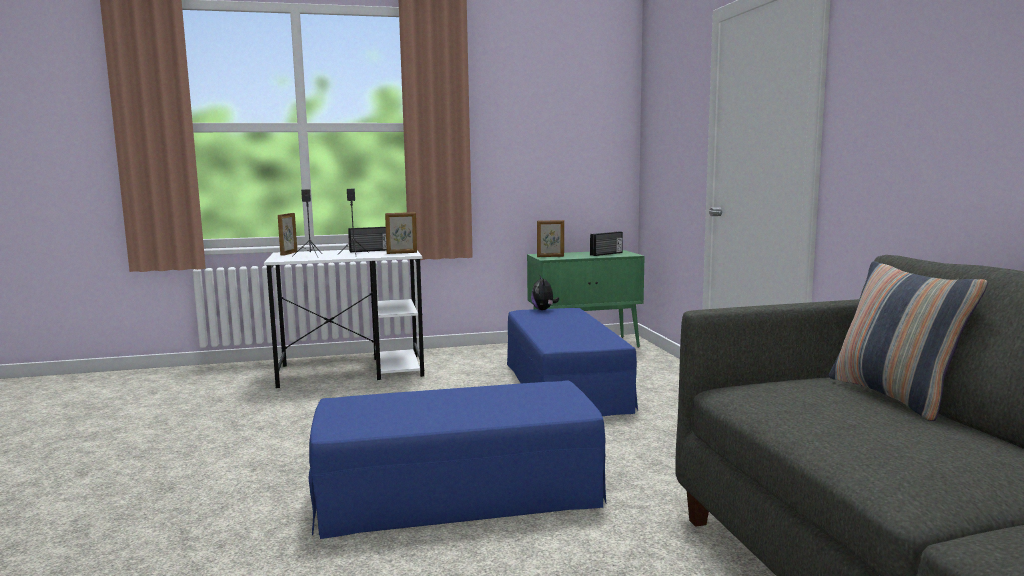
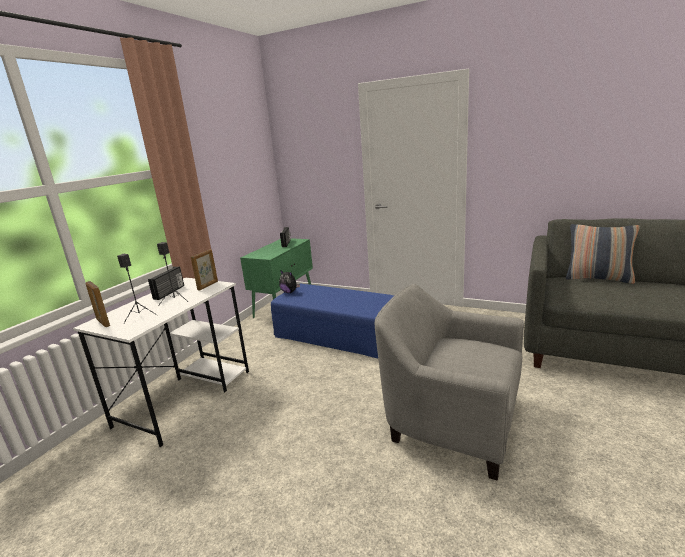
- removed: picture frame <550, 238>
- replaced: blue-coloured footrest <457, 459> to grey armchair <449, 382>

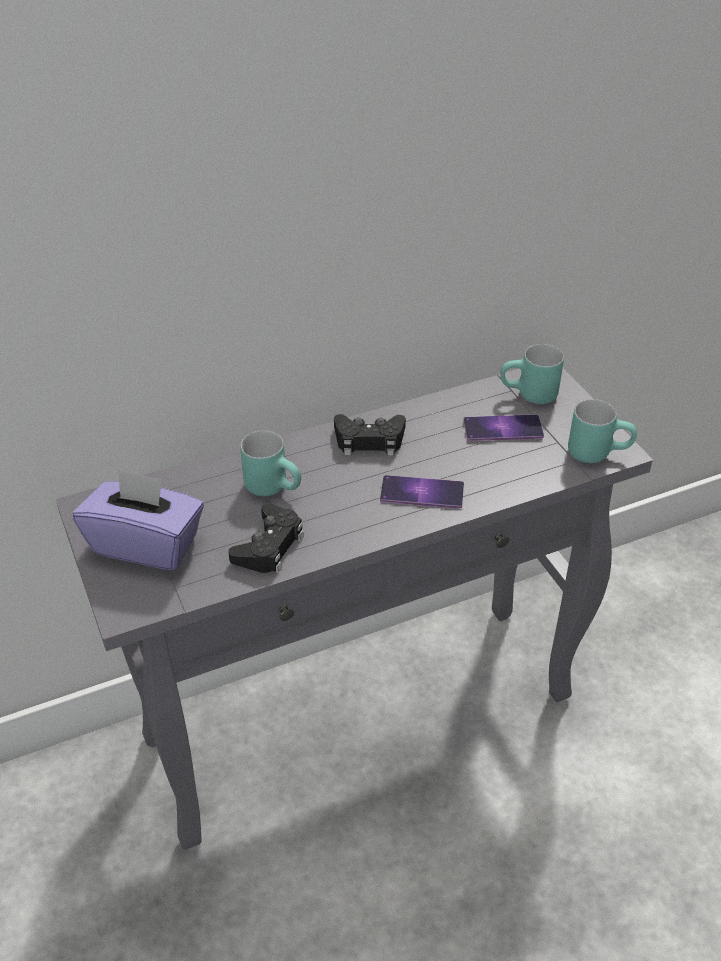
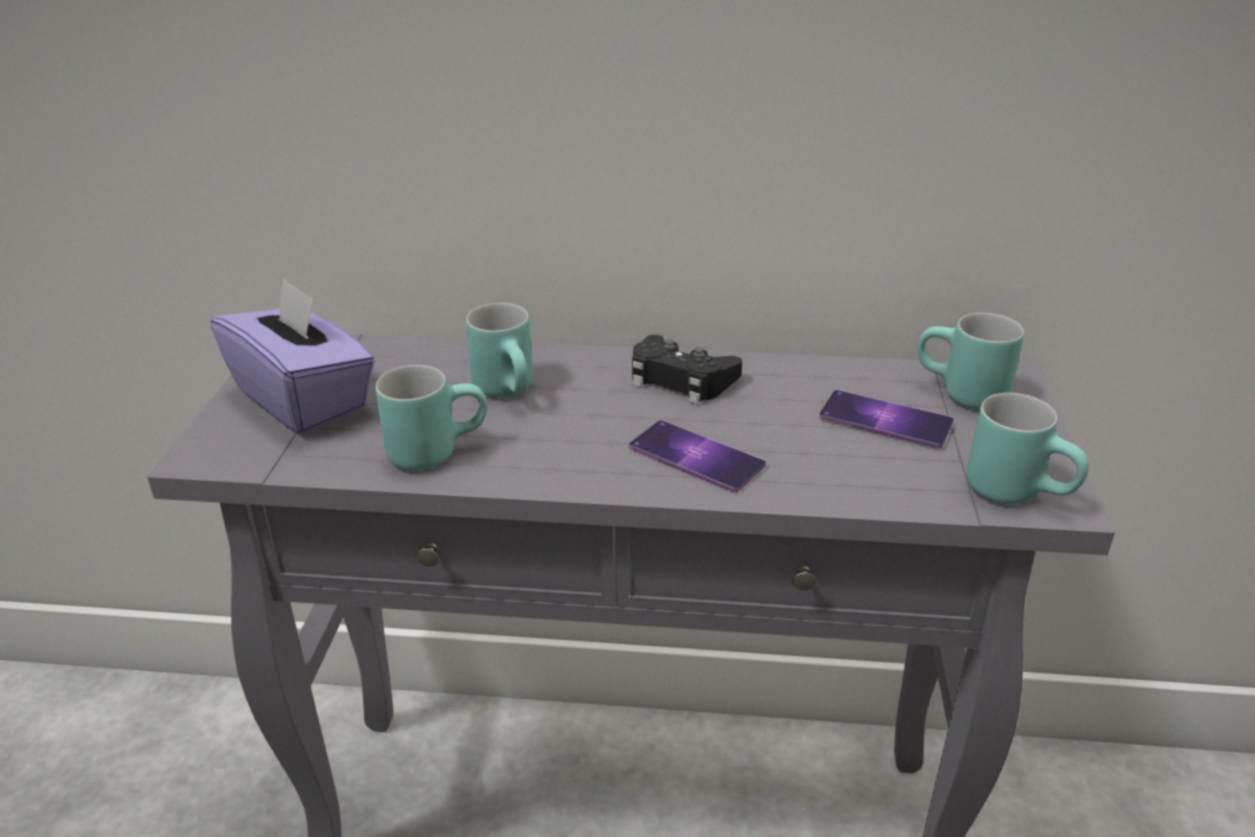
- replaced: blackish joypad <266, 538> to blue-green coffee mug <431, 418>

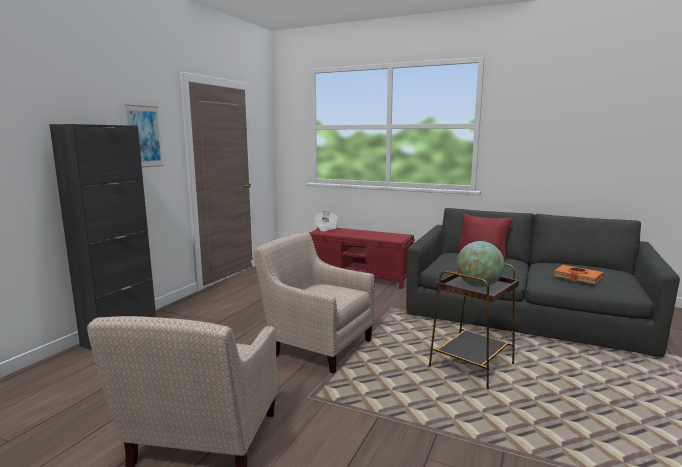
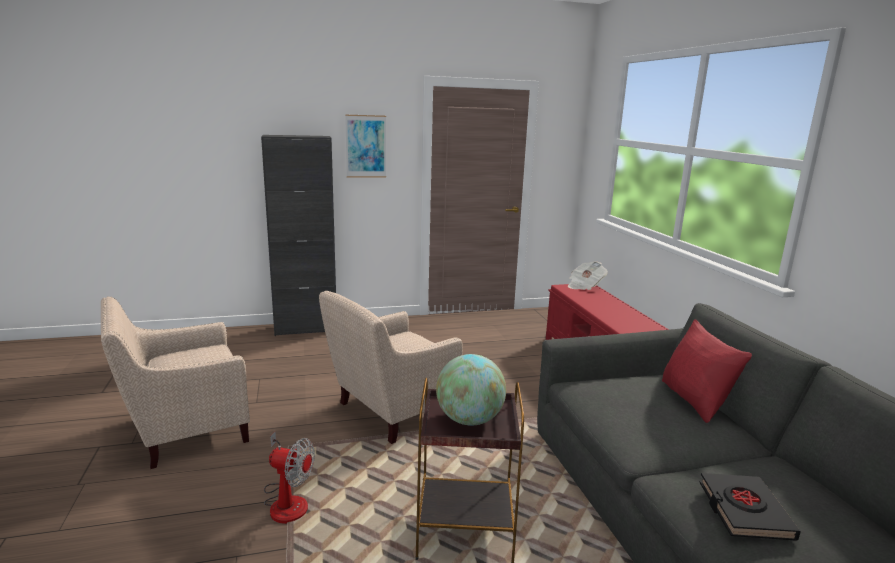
- added: fan <289, 477>
- recoloured: orangey bound book <578, 274> to blackish bound book <750, 507>
- turned: sand-coloured armchair <314, 302> = <391, 367> 120 degrees counterclockwise

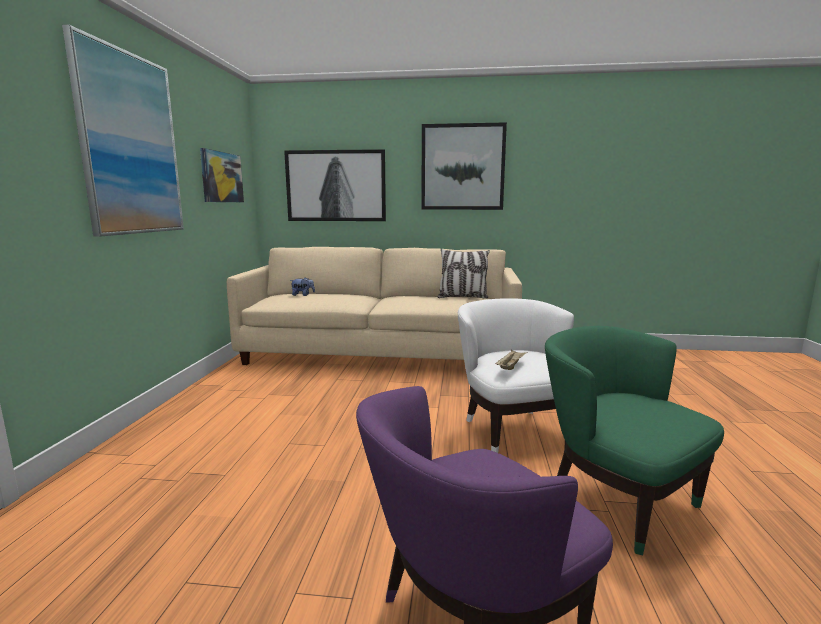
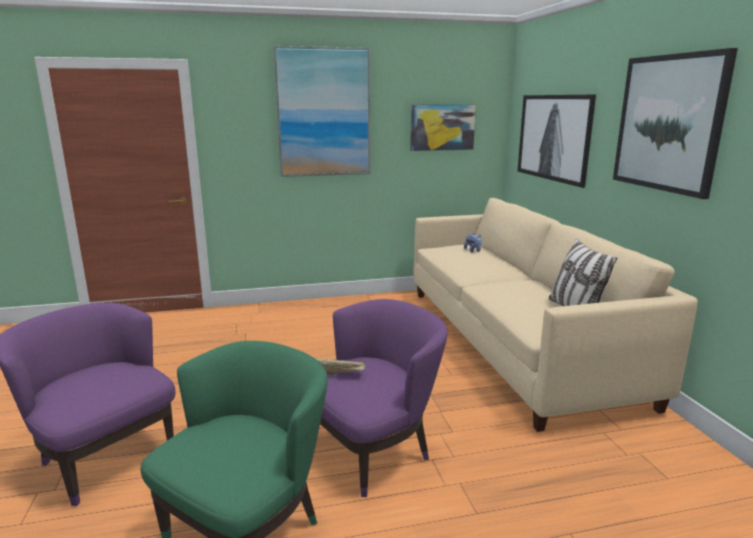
- recoloured: whitish armchair <516, 375> to purple armchair <384, 398>

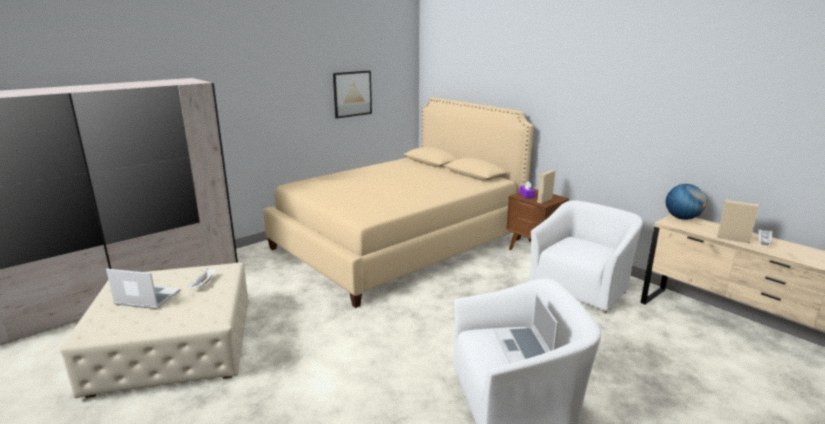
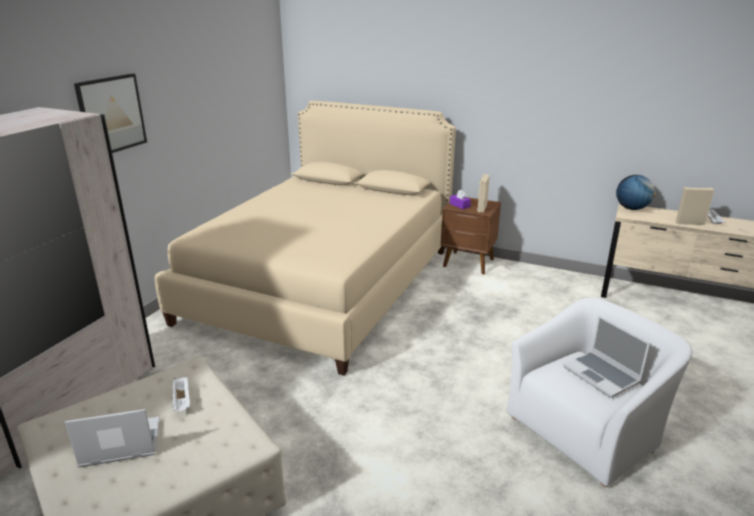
- removed: whitish armchair <585, 256>
- moved: wall art <352, 95> to <110, 113>

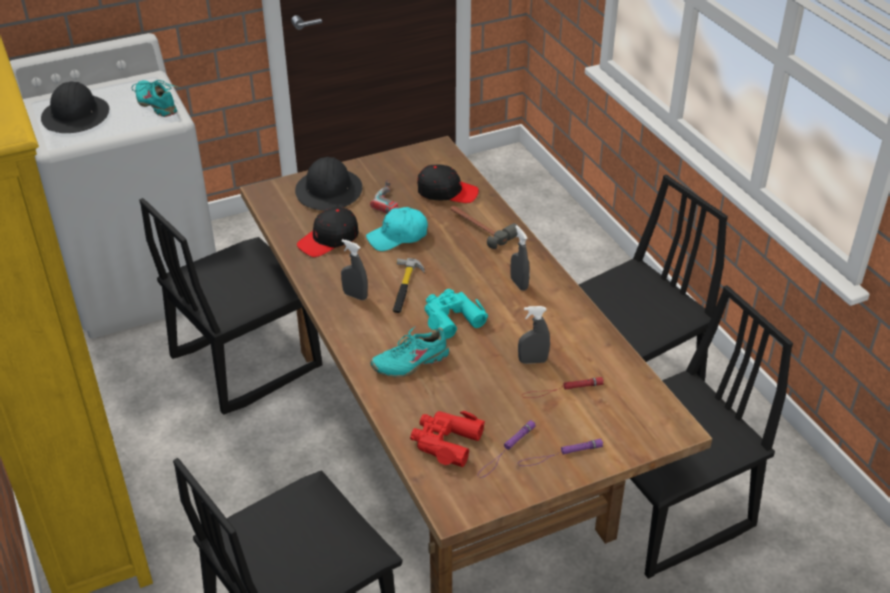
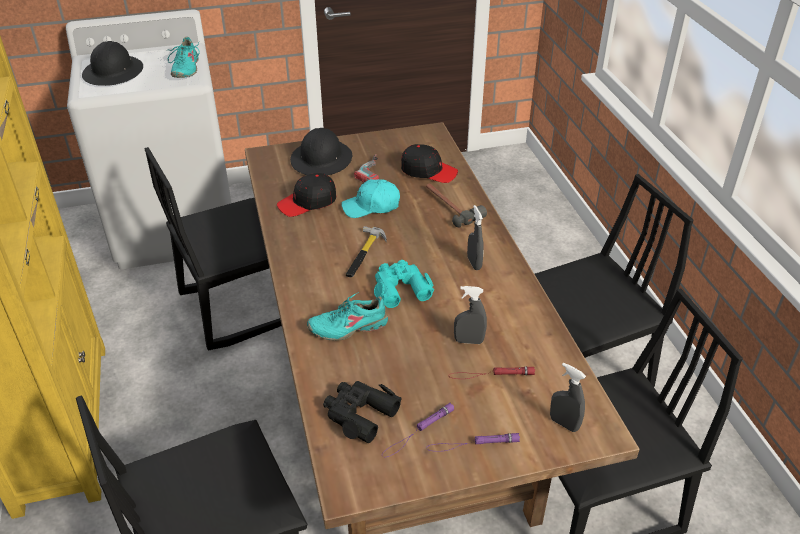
- moved: grey spray bottle <354, 269> to <568, 397>
- recoloured: red-coloured field glasses <447, 439> to blackish field glasses <362, 412>
- turned: blue-green item of footwear <156, 98> = <183, 57> 150 degrees counterclockwise

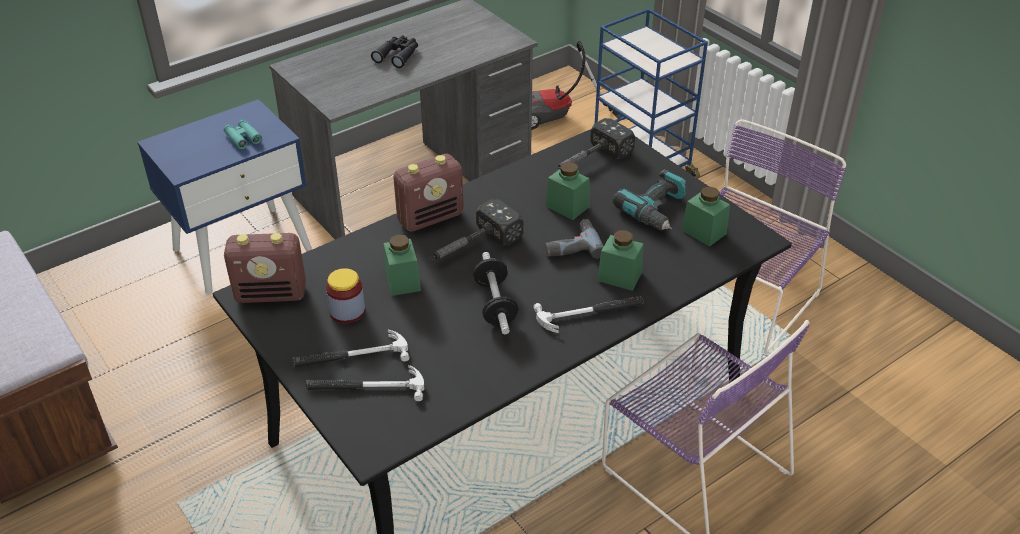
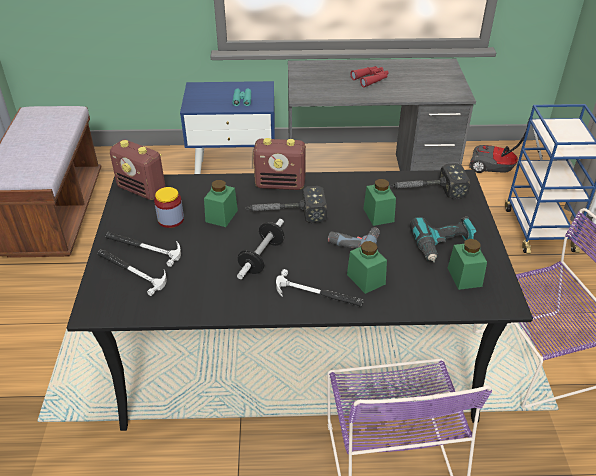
- recoloured: blackish field glasses <394, 51> to red-coloured field glasses <369, 76>

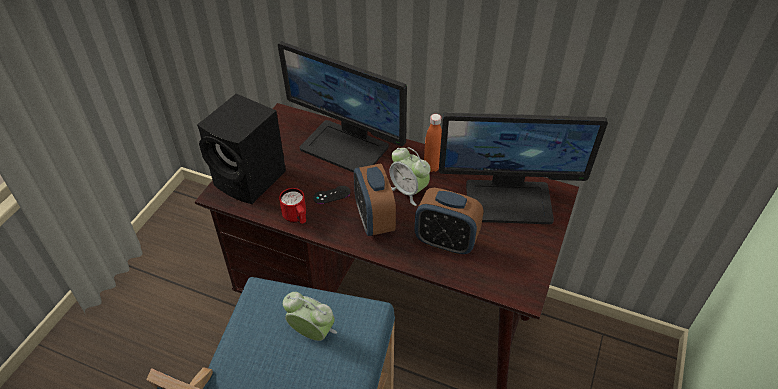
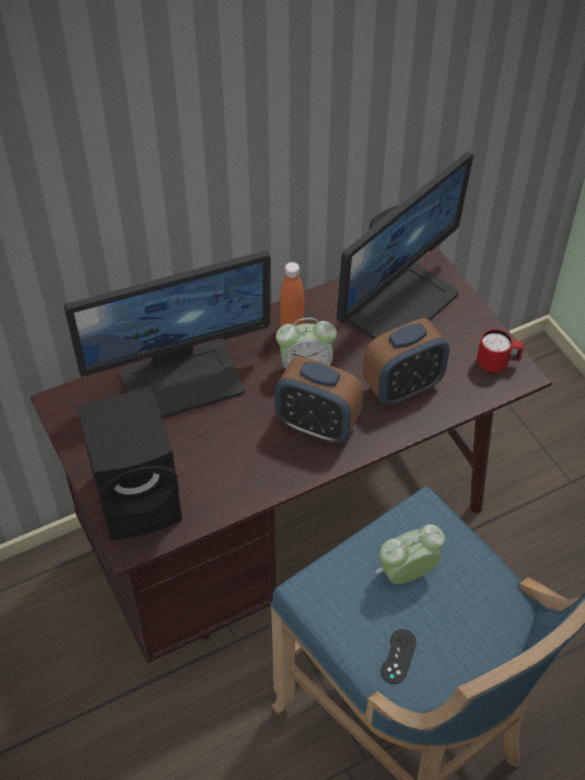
- moved: red-coloured coffee mug <292, 206> to <500, 351>
- moved: blackish joypad <332, 195> to <398, 656>

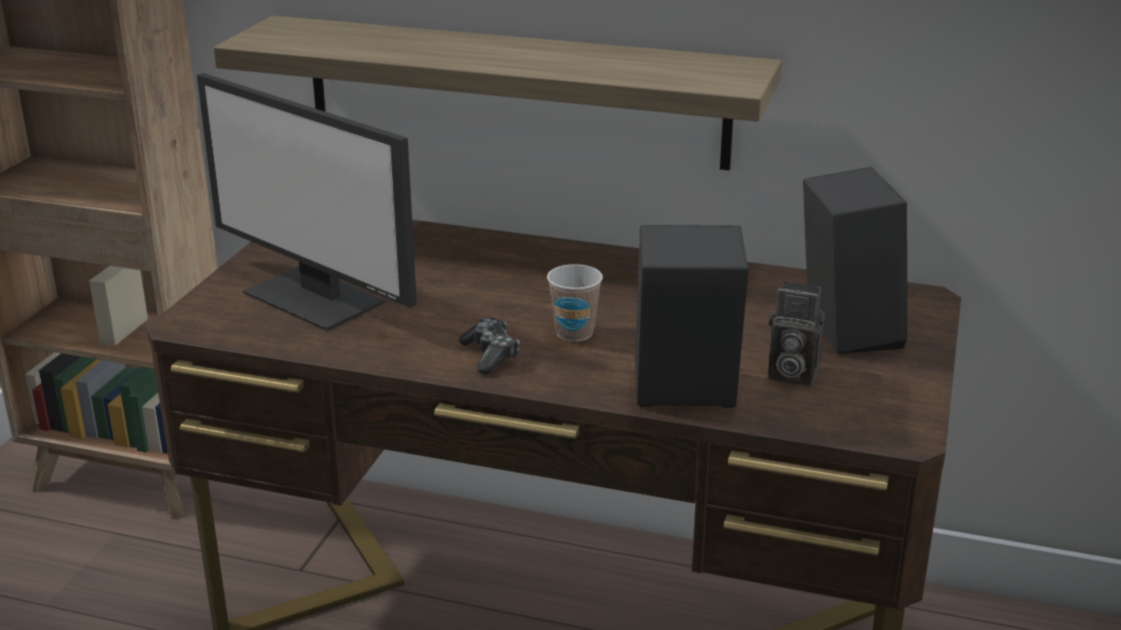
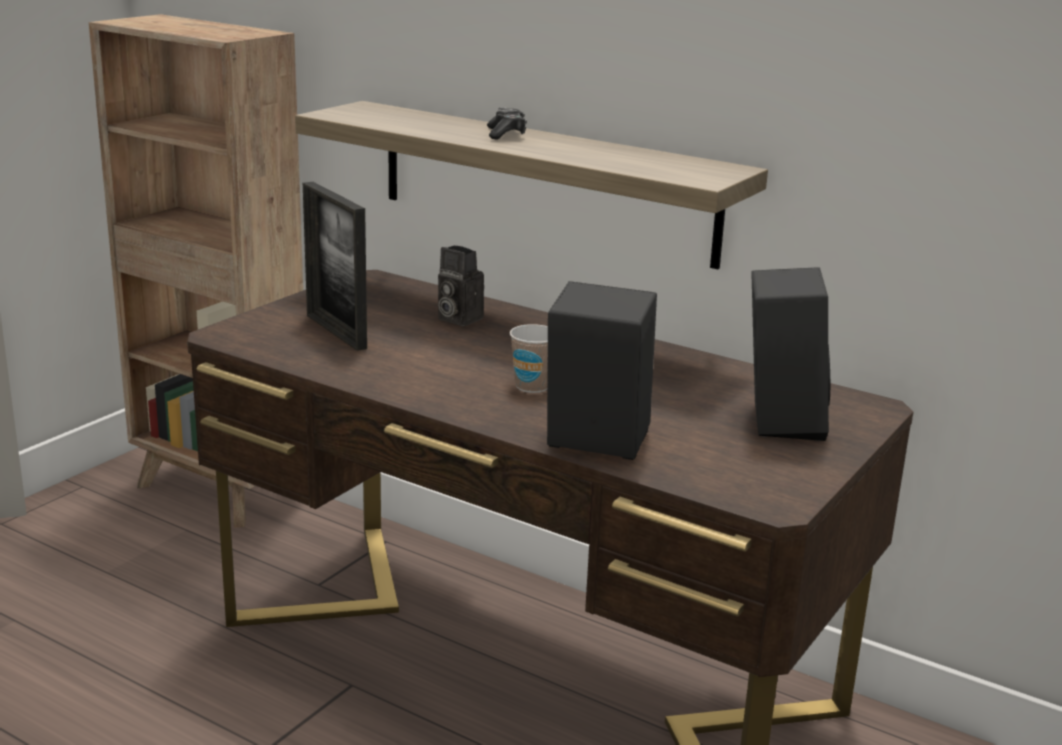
- moved: joypad <489, 345> to <507, 123>
- moved: photo camera <796, 334> to <461, 286>
- replaced: computer display <307, 202> to picture frame <335, 266>

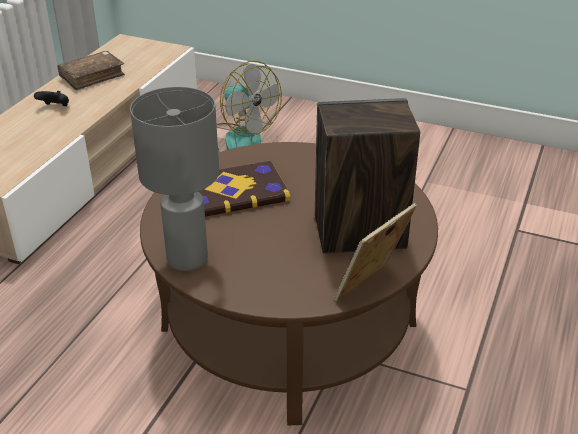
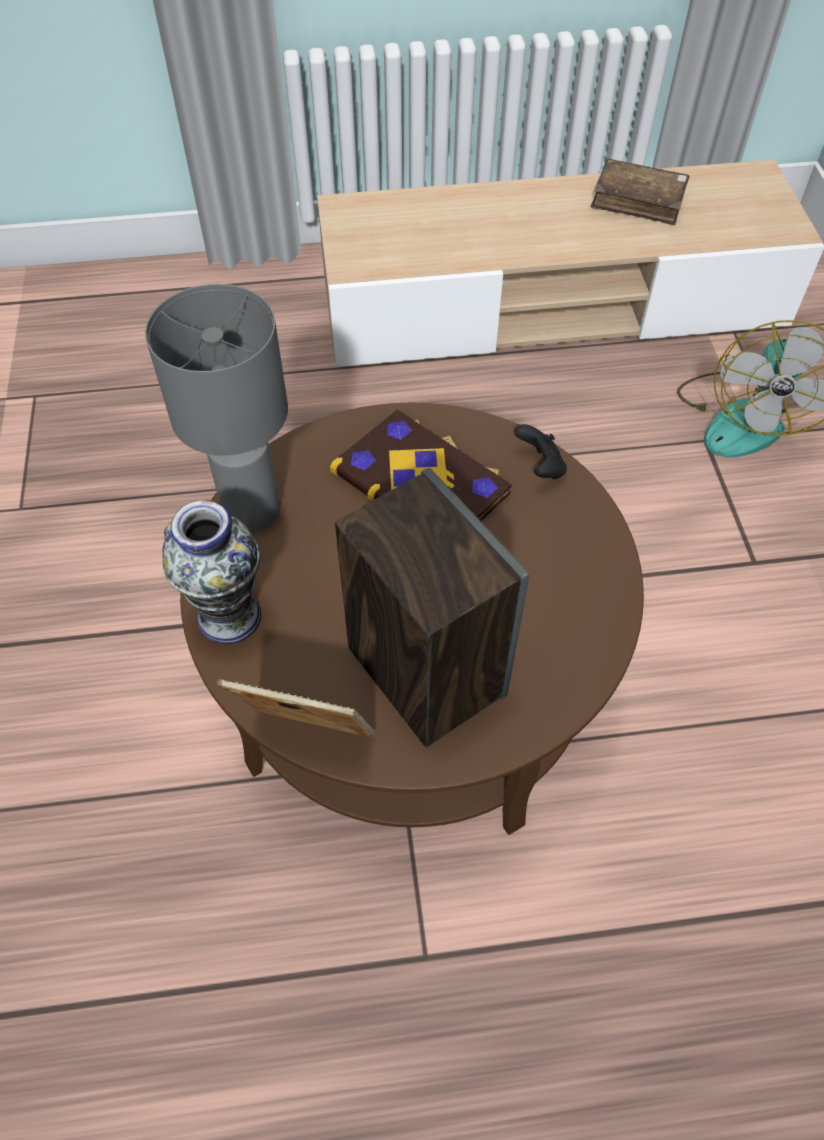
- added: flower vase <211, 572>
- moved: blackish joypad <51, 98> to <541, 451>

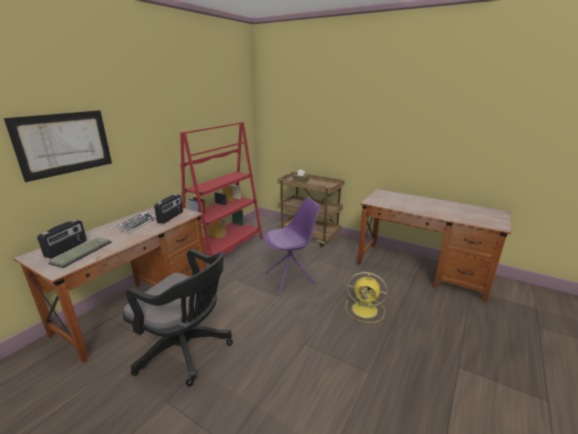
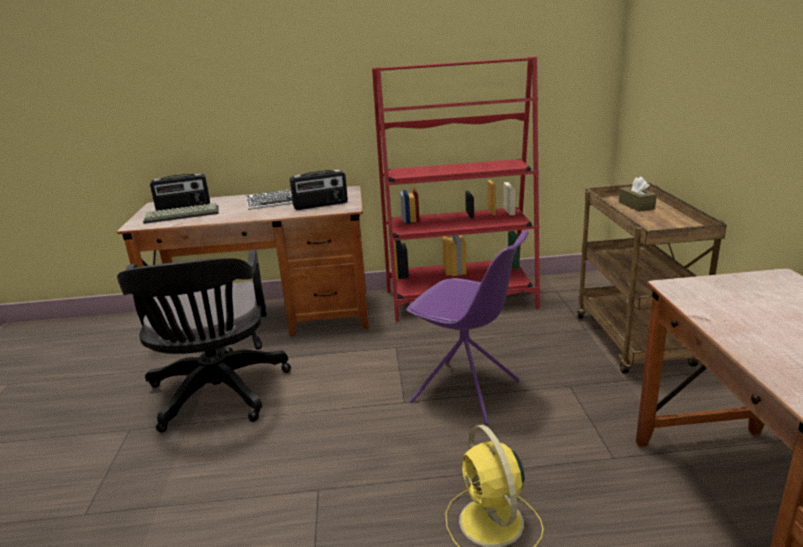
- removed: wall art <58, 146>

